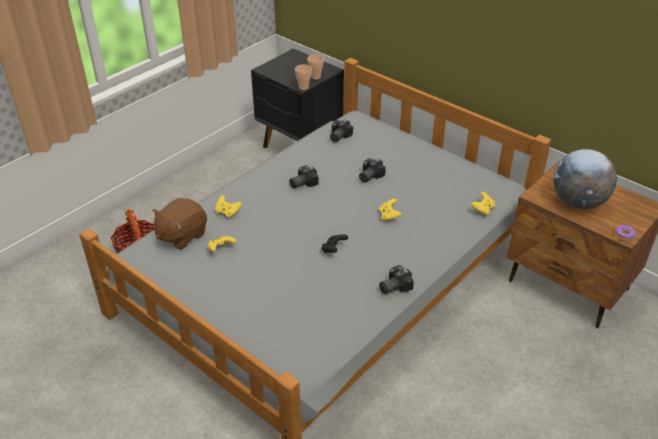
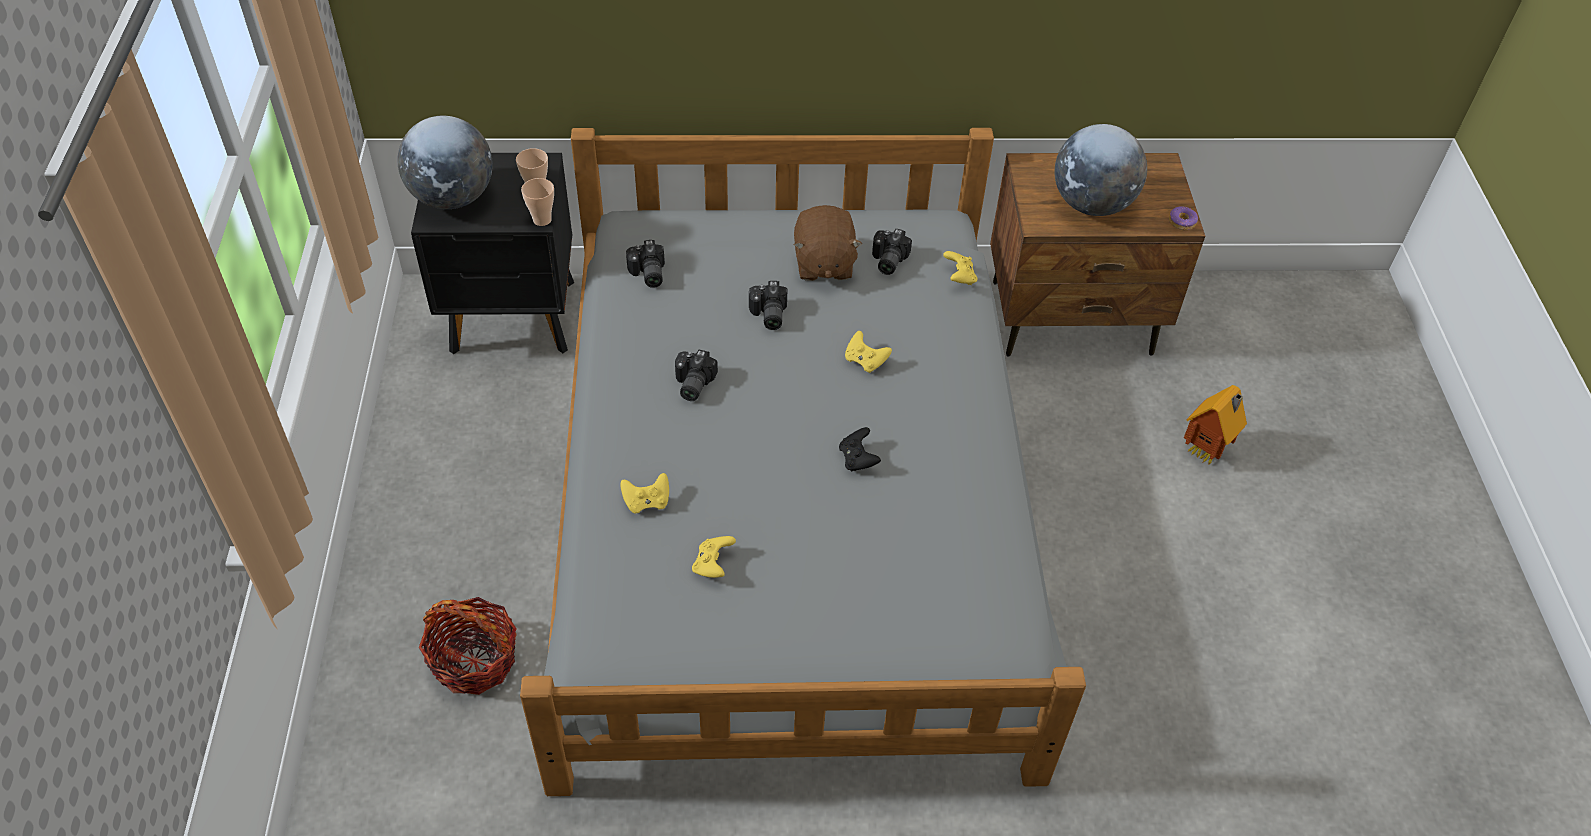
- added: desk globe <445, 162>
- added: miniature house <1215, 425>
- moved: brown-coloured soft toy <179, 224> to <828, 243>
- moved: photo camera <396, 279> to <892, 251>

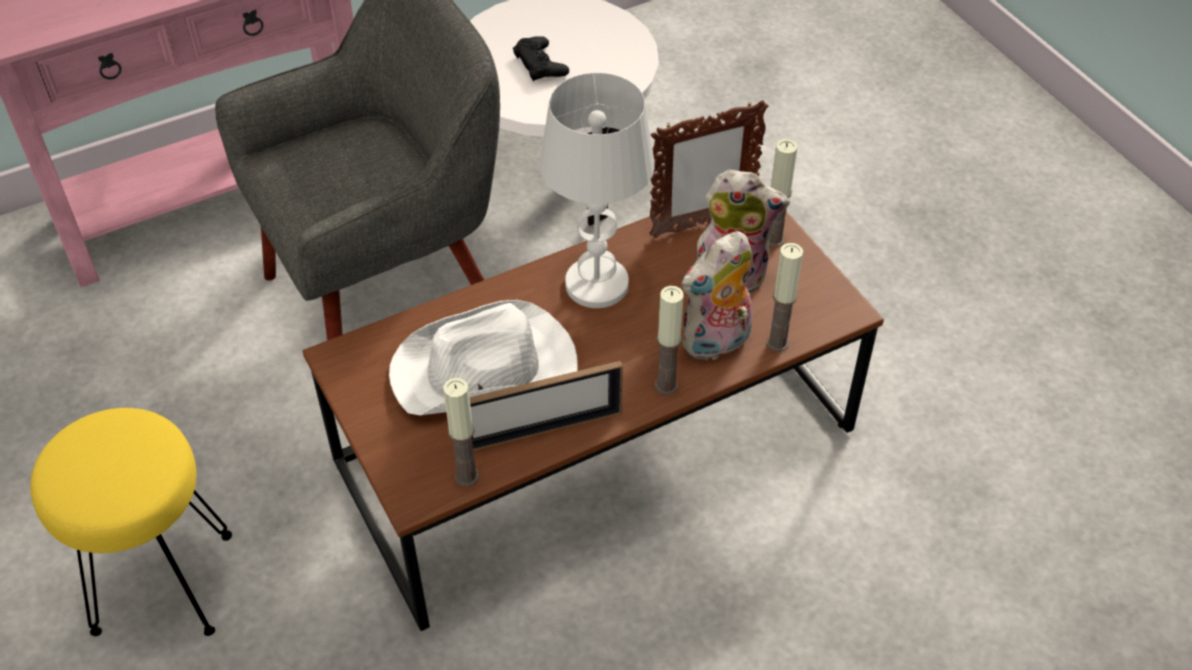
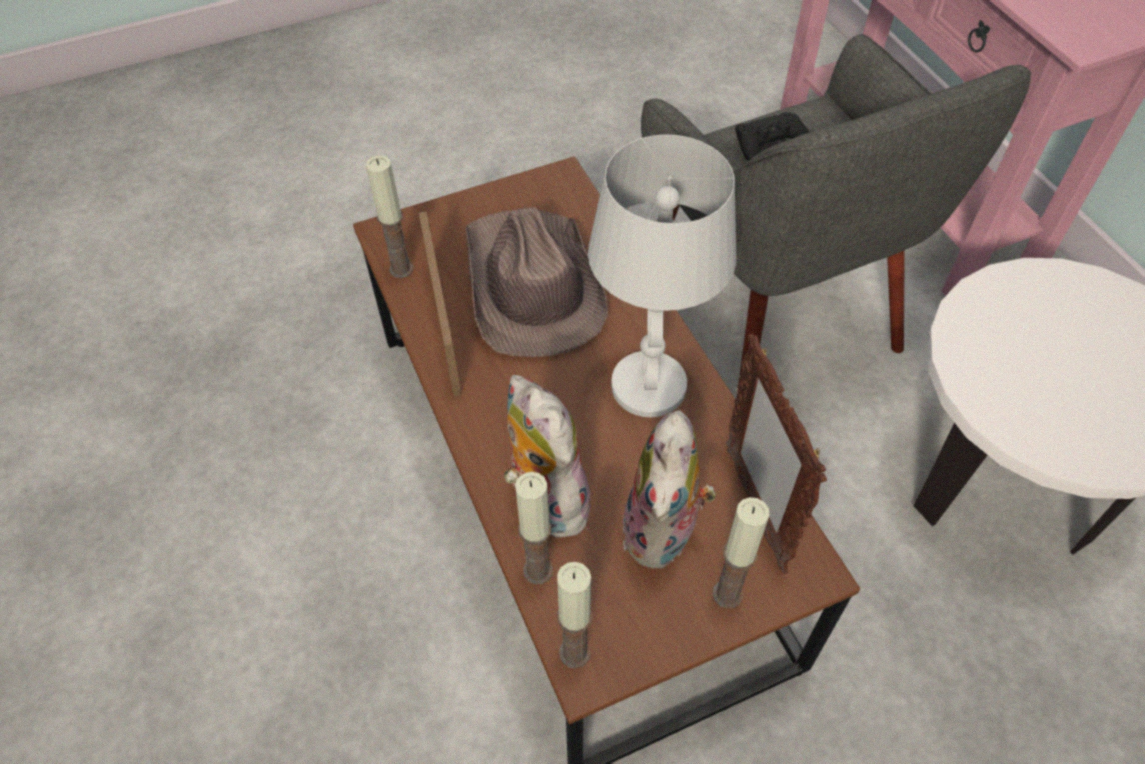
- removed: yellow stool seat <131, 522>
- moved: blackish joypad <541, 58> to <772, 136>
- moved: wax candle <669, 340> to <574, 615>
- recoloured: whitish wearable hat <483, 357> to brown-coloured wearable hat <537, 282>

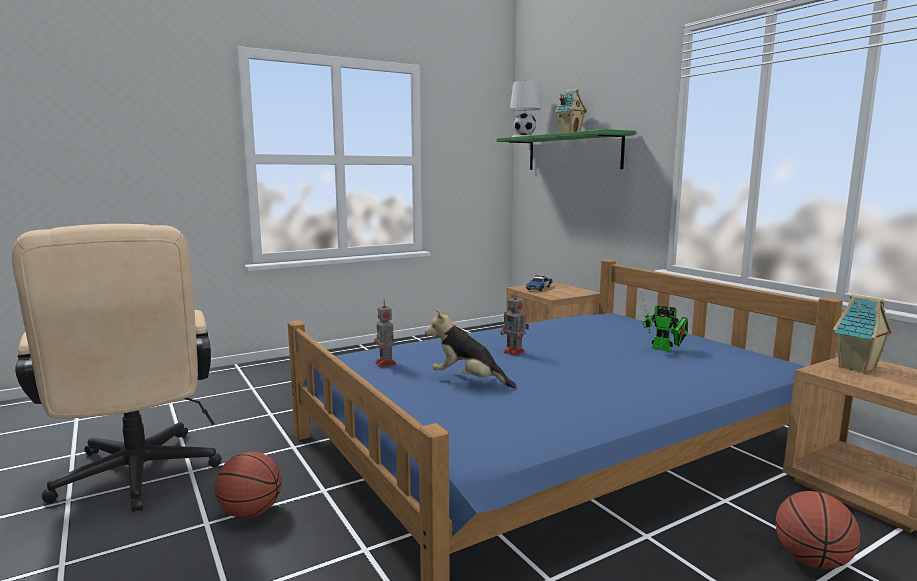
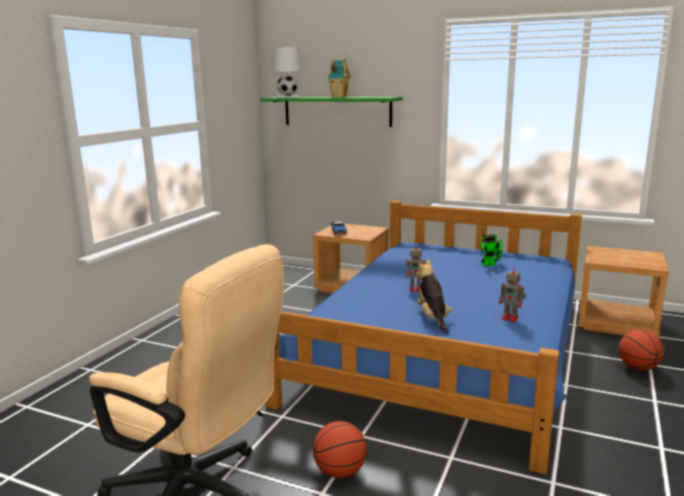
- removed: miniature house <862, 333>
- moved: robot figure <385, 333> to <512, 294>
- turned: soft toy <470, 348> = <434, 296> 90 degrees clockwise

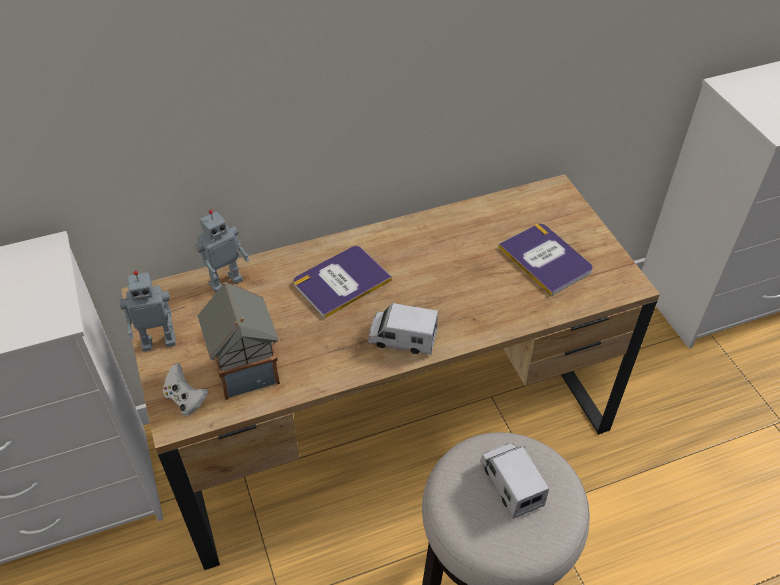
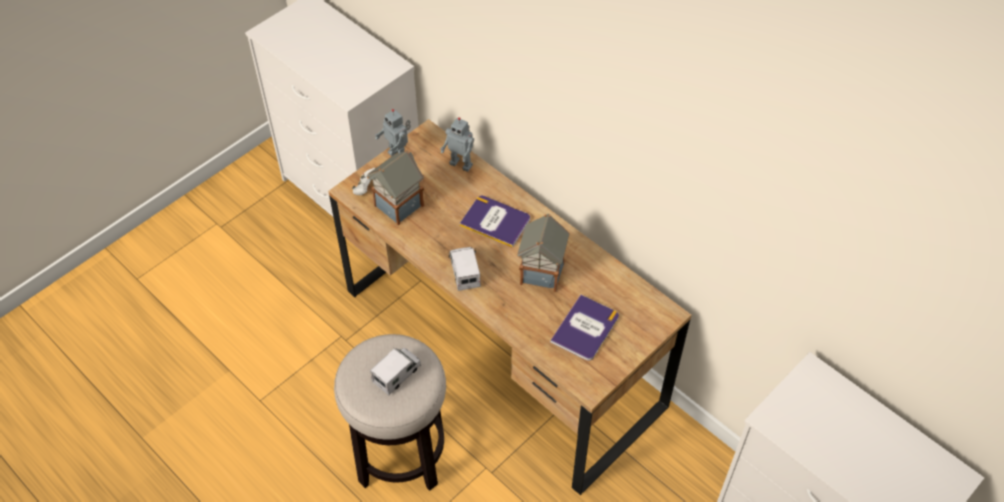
- added: miniature house <543, 253>

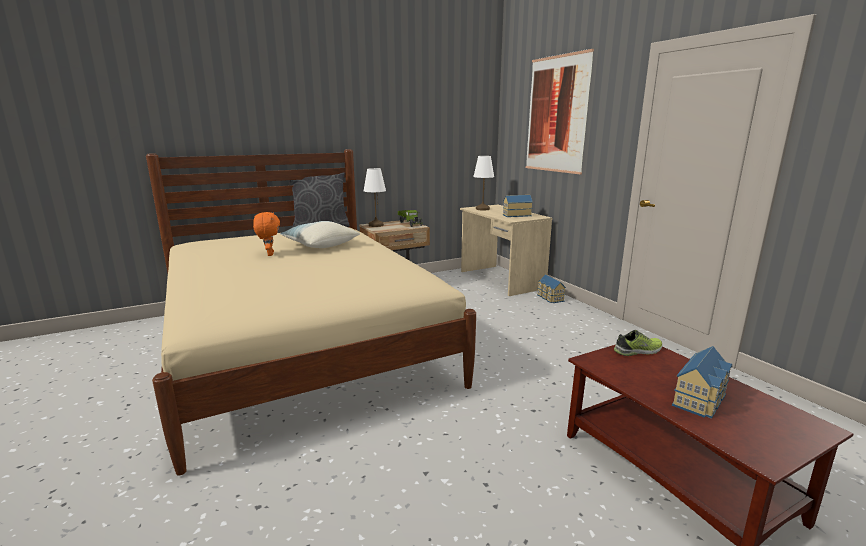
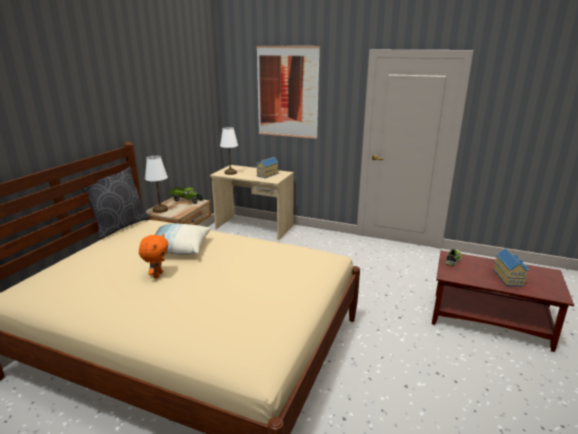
- removed: miniature house <551, 288>
- turned: orangey soft toy <266, 234> = <153, 256> 60 degrees clockwise

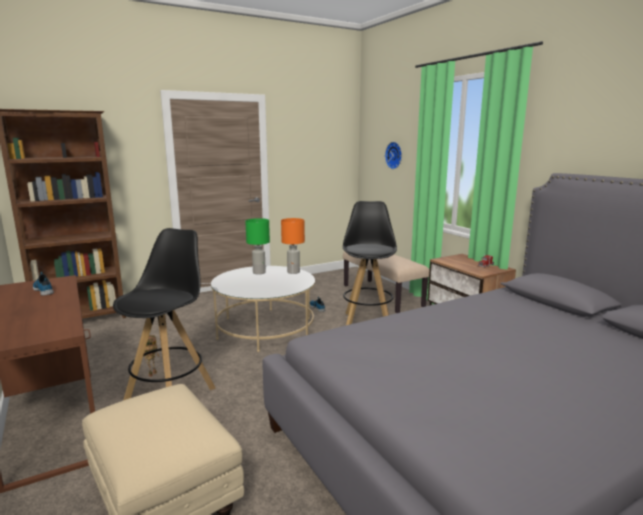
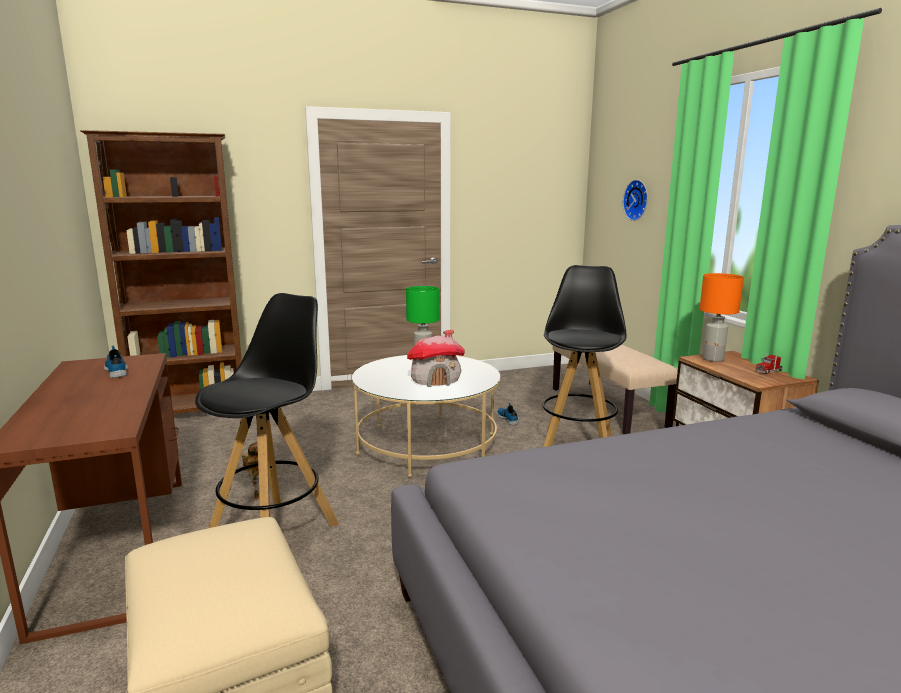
- added: miniature house <436, 358>
- moved: orangey table lamp <293, 246> to <721, 317>

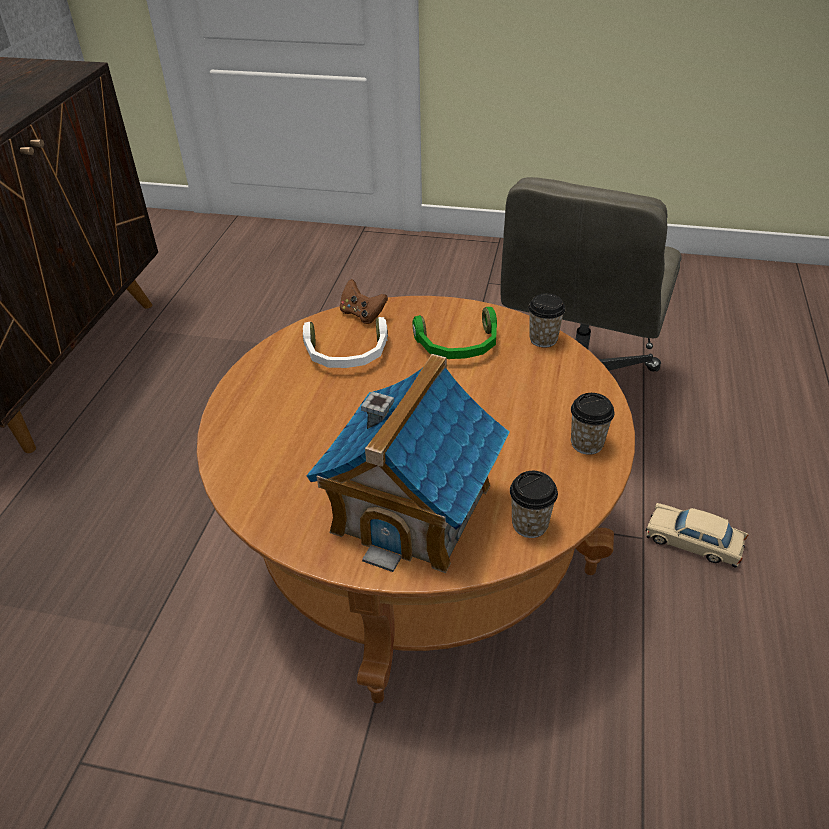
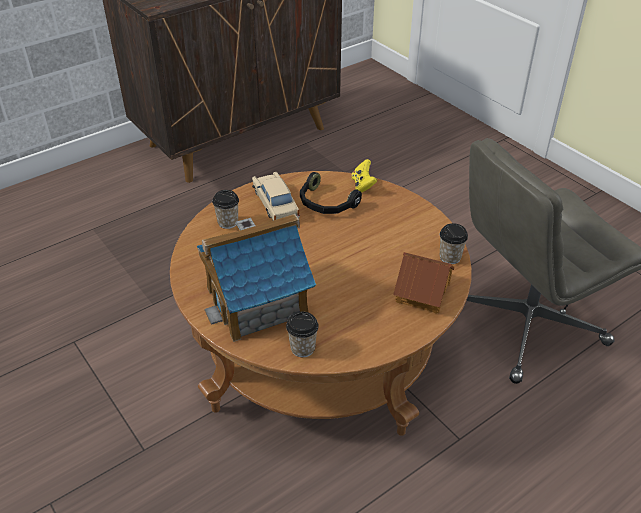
- removed: green-coloured headphones <455, 333>
- added: miniature house <423, 283>
- moved: small cup <593, 424> to <225, 209>
- moved: sand-coloured toy car <697, 535> to <276, 196>
- recoloured: whitish headphones <345, 342> to blackish headphones <331, 193>
- recoloured: brown-coloured joypad <364, 301> to yellow joypad <364, 176>

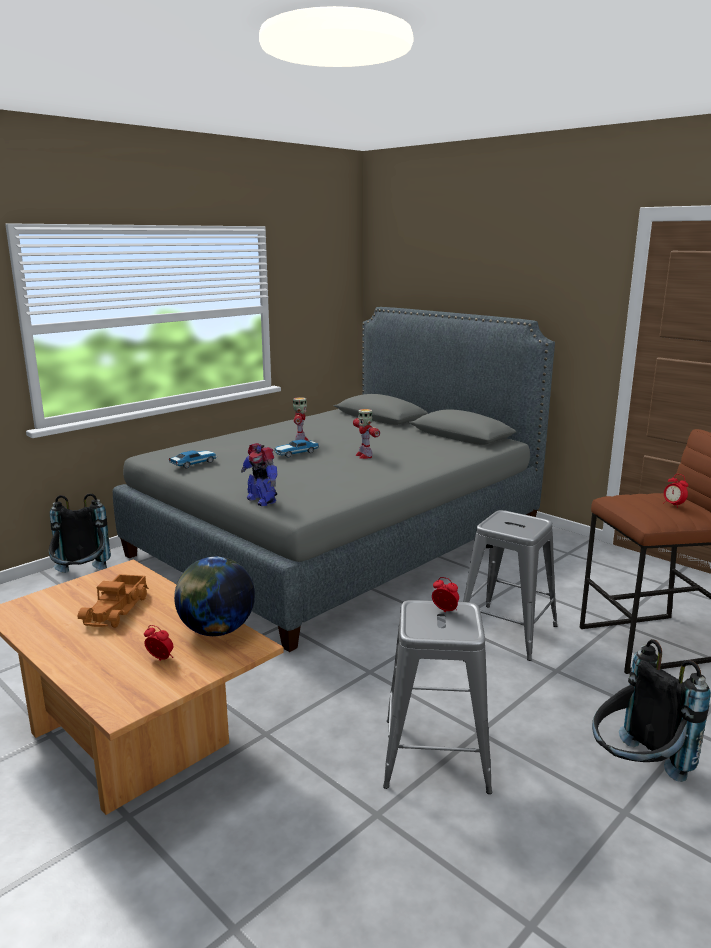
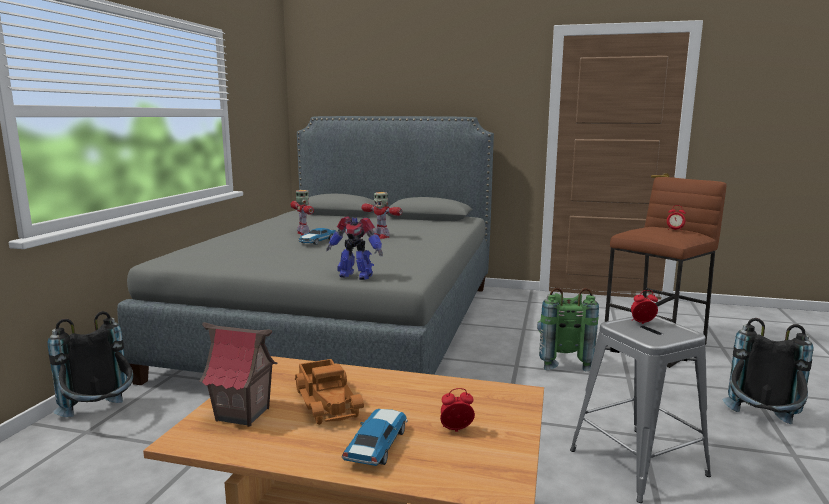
- removed: desk globe <214, 596>
- added: miniature house <239, 374>
- moved: toy car <193, 459> to <374, 437>
- replaced: grey stool seat <510, 585> to green-coloured knapsack <568, 329>

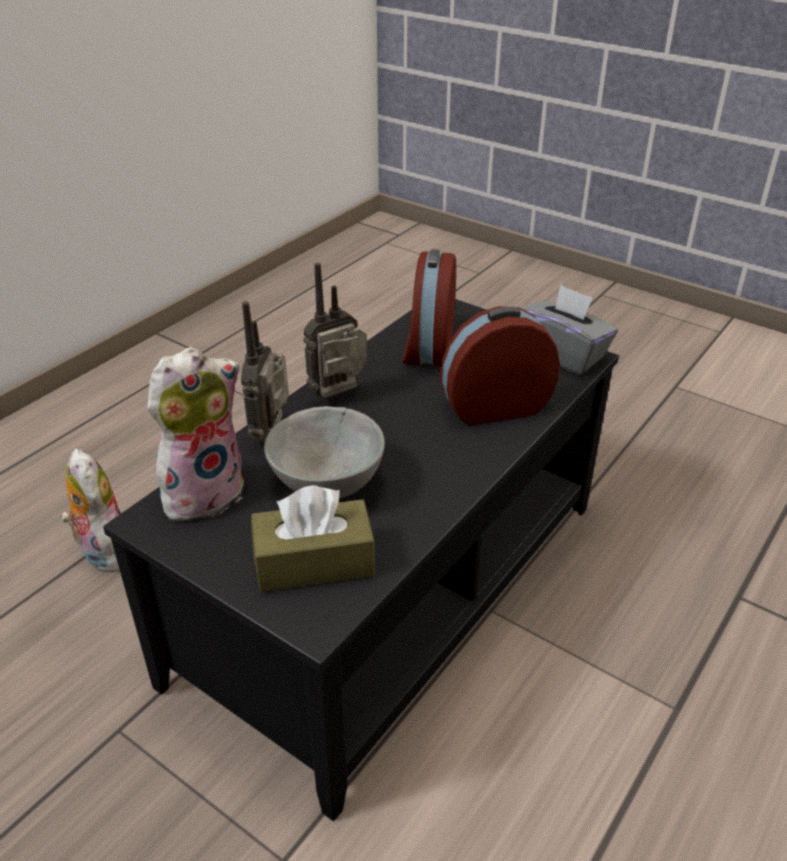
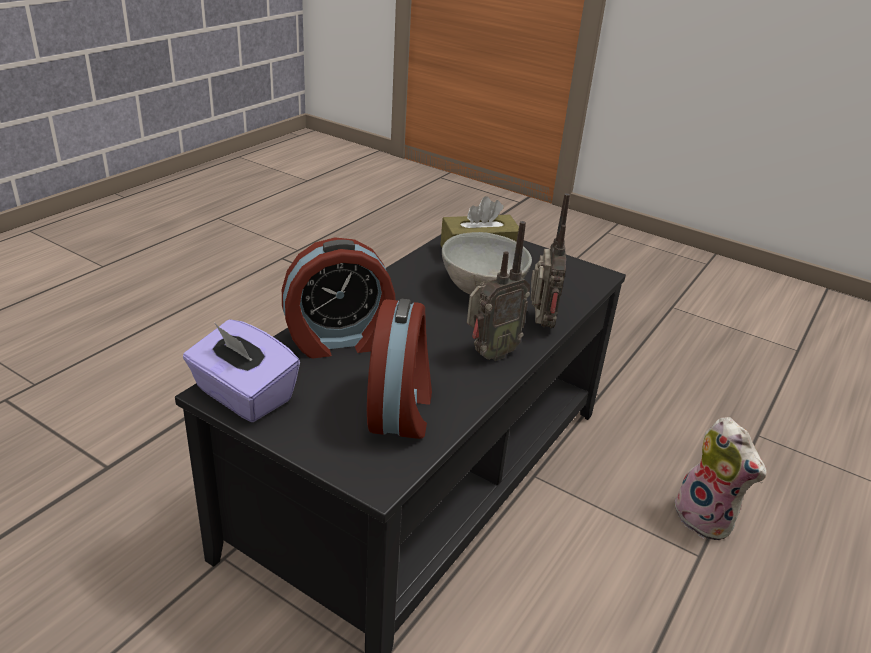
- removed: soft toy <196, 434>
- recoloured: grey tissue box <569, 330> to purple tissue box <241, 370>

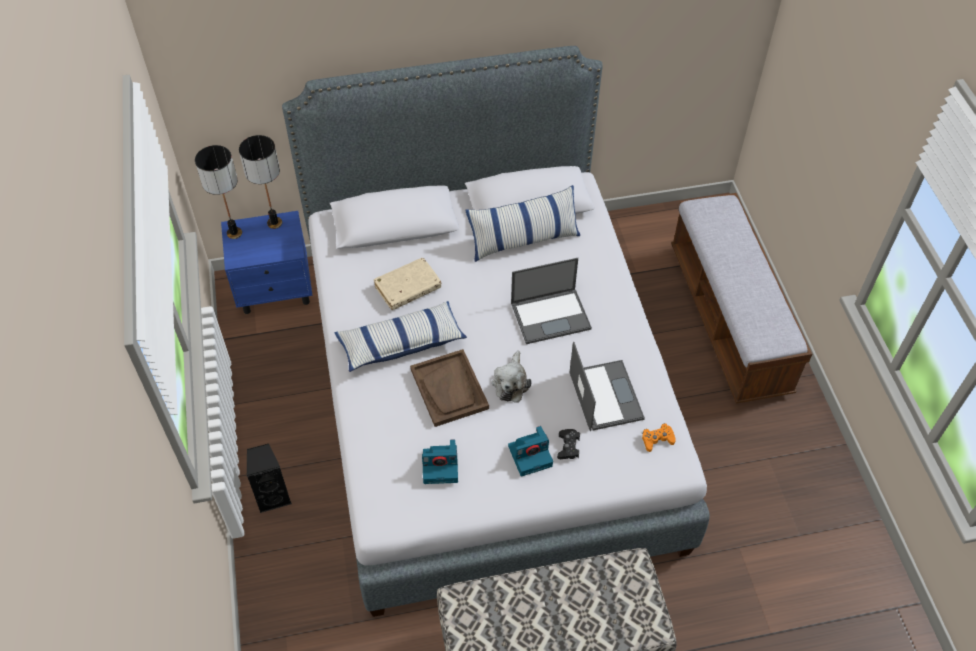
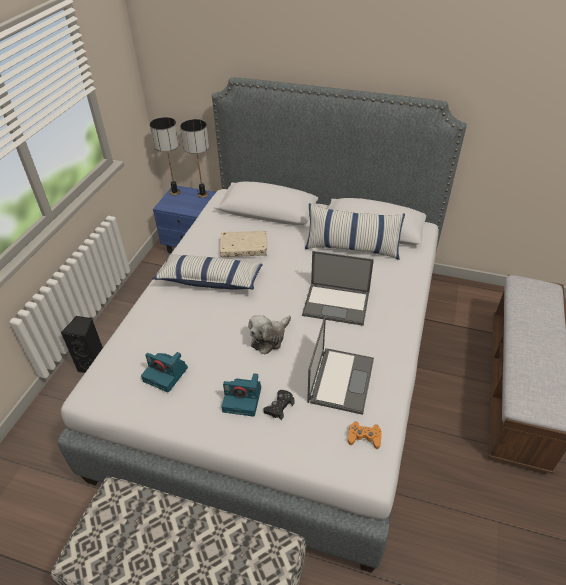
- removed: brown-coloured serving tray <449, 388>

